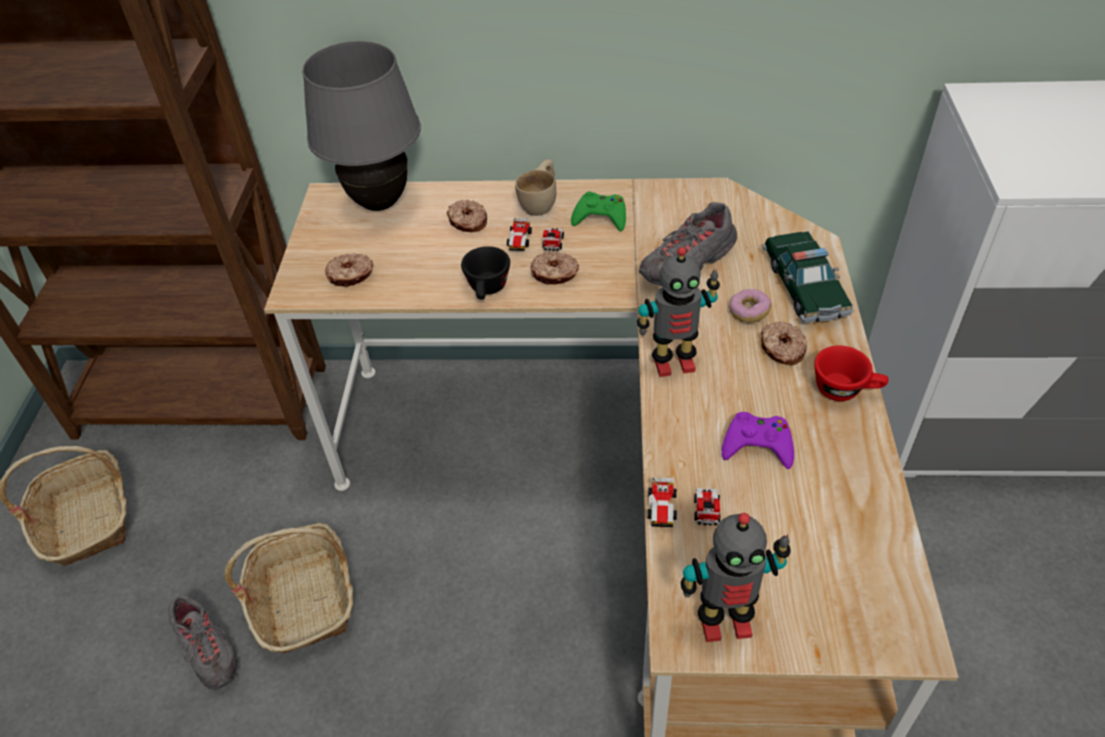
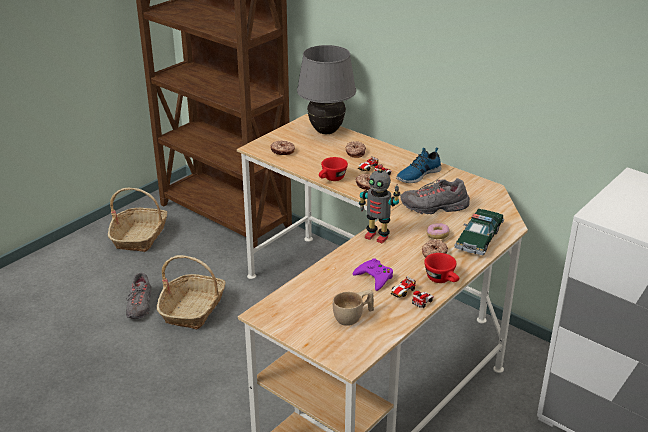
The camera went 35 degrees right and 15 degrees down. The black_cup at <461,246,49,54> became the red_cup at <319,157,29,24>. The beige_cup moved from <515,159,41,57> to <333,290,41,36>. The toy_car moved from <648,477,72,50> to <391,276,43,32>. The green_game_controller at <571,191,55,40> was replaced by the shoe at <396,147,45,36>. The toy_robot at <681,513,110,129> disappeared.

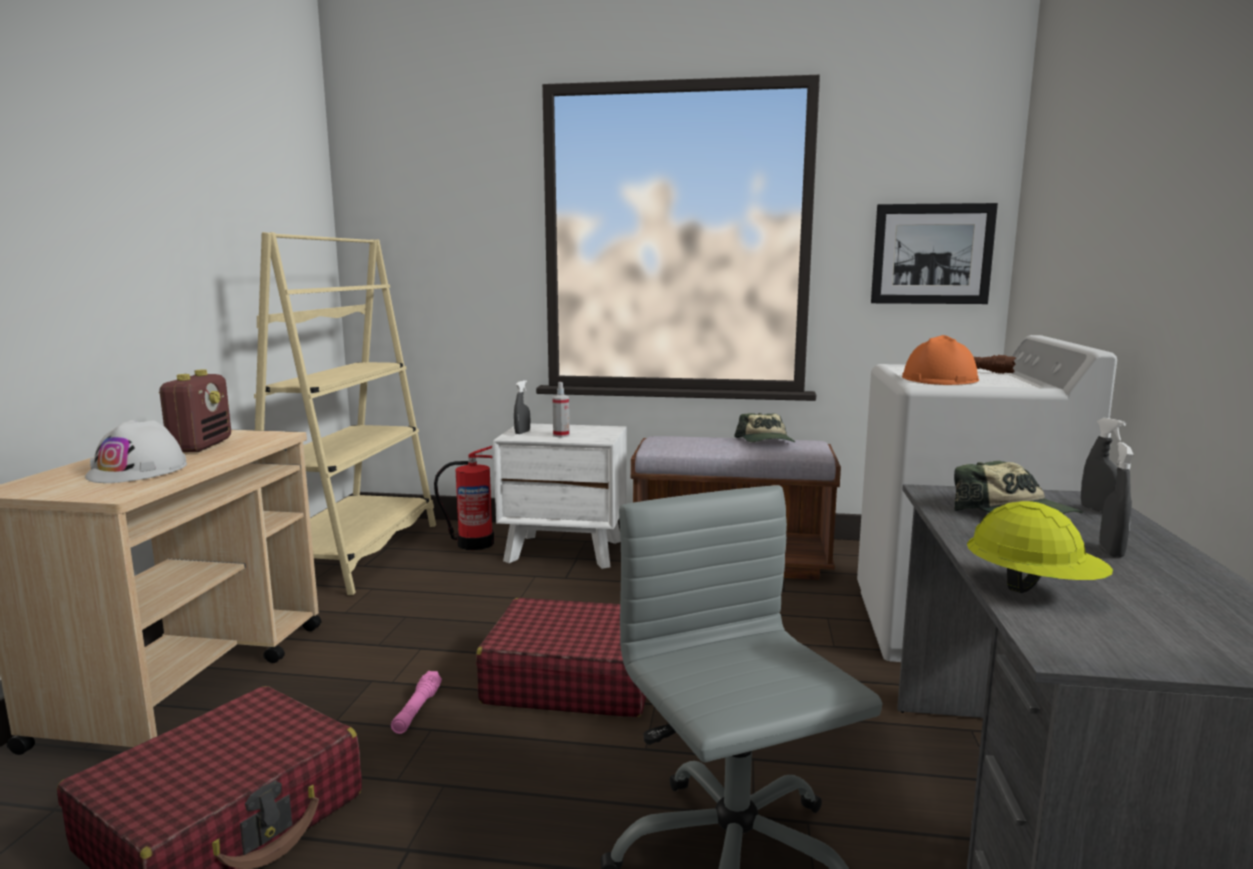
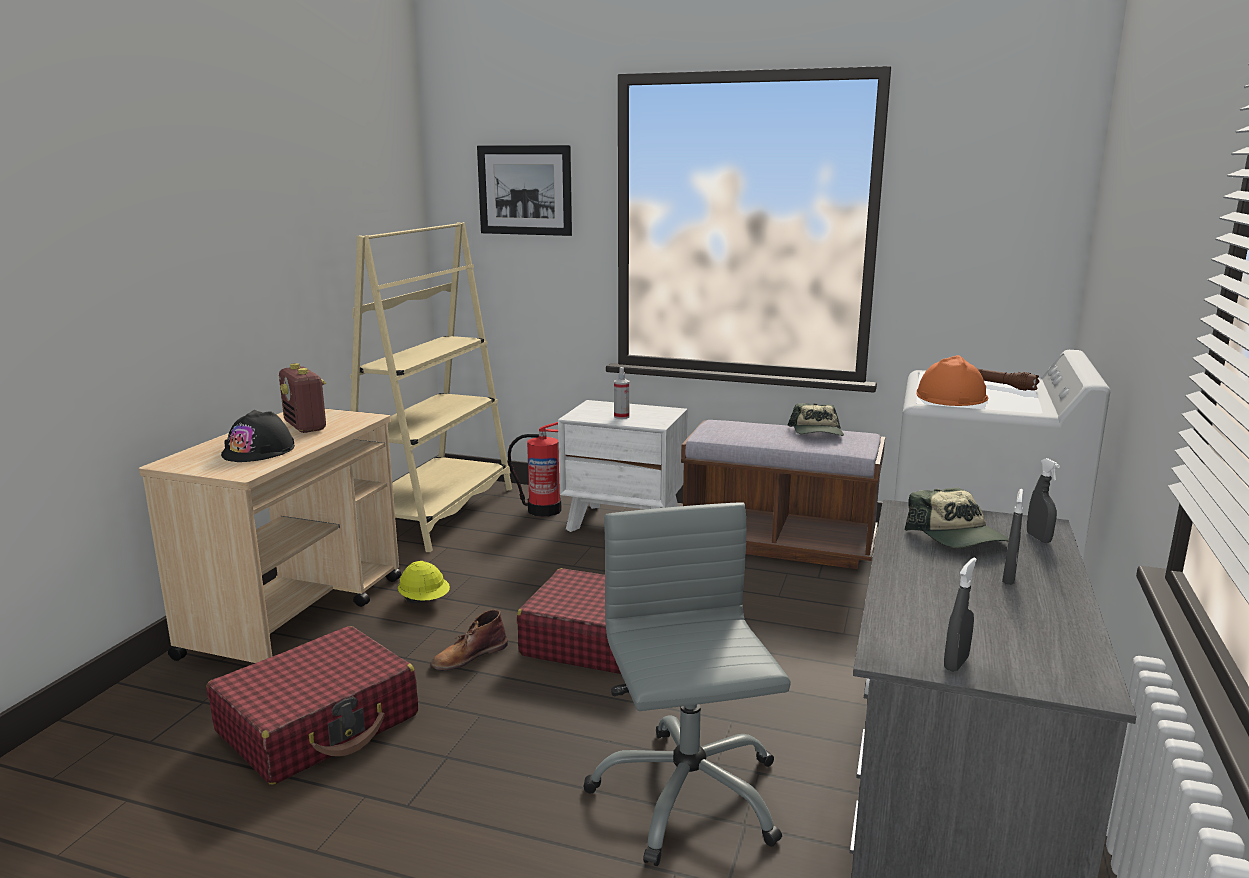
The camera went 10 degrees right and 5 degrees up. The white_hard_hat at <85,420,102,63> became the black_hard_hat at <221,410,74,52>. The radio at <159,369,72,83> turned 135 degrees clockwise. The yellow_hard_hat moved from <967,501,146,92> to <398,561,52,42>. The pink_flashlight at <391,671,51,63> was replaced by the brown_boot at <430,610,78,61>. The picture moved from <871,203,127,101> to <477,145,95,91>. The grey_spray_bottle moved from <514,380,16,54> to <944,558,33,114>.

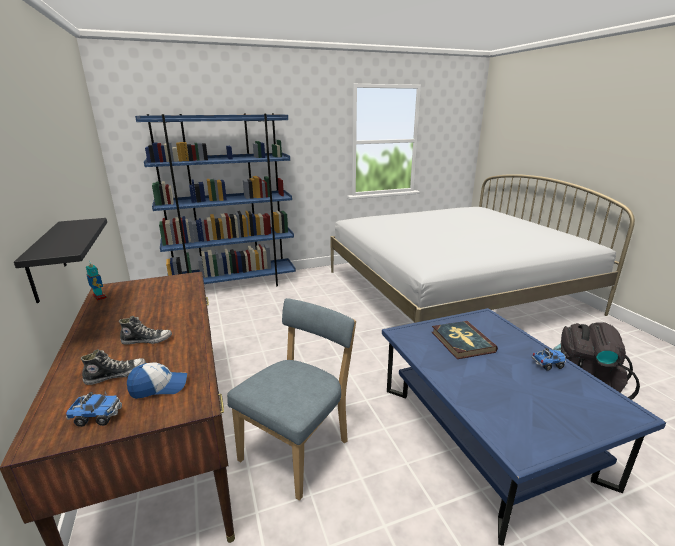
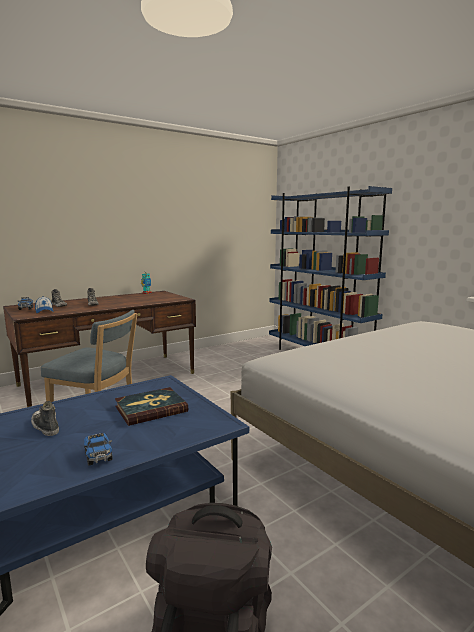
The camera went 75 degrees right and 10 degrees down. The shoe at <31,401,28,35> appeared. The black_shelf at <14,218,93,85> disappeared.

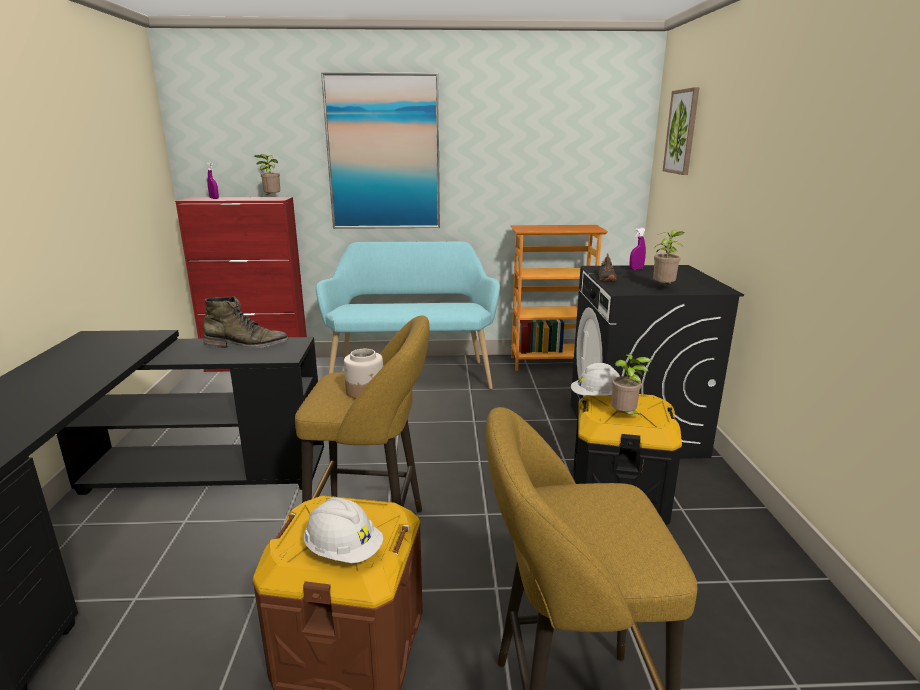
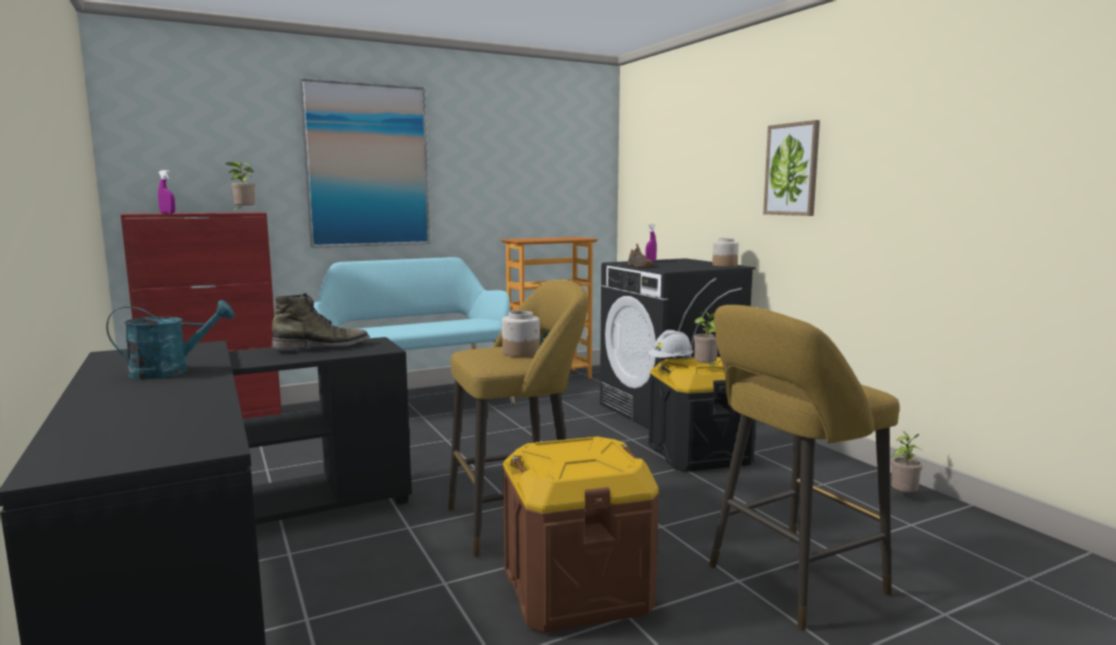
The camera went 25 degrees left and 10 degrees down. The turquoise_watering_can at <106,300,129,79> appeared. The jar at <712,238,27,29> appeared. The picture moved from <663,87,36,88> to <763,120,57,96>. The potted_plant moved from <653,230,32,55> to <891,431,32,61>. The white_hard_hat at <304,497,79,66> disappeared.

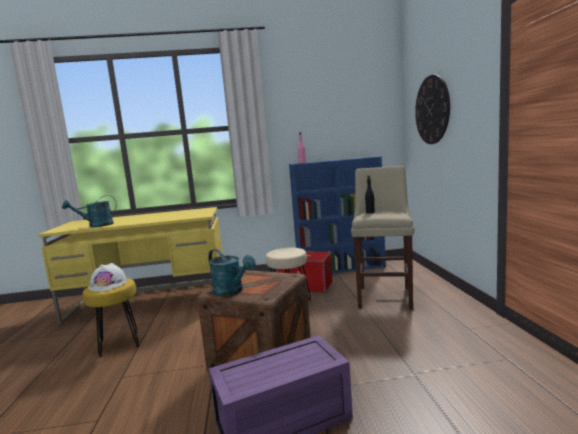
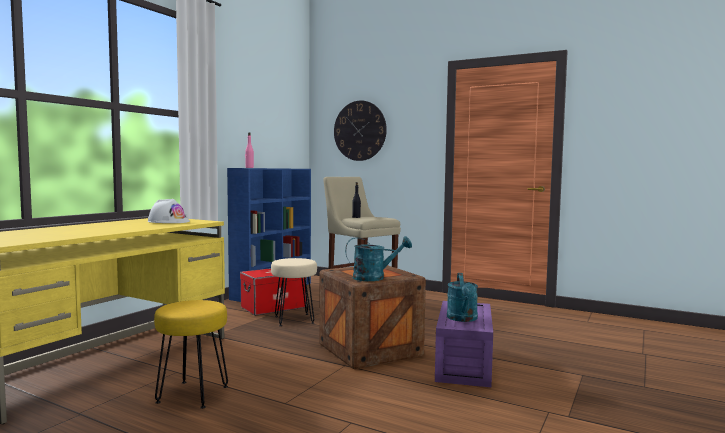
The camera went 55 degrees left and 5 degrees down. The white_hard_hat moved from <89,263,38,29> to <148,199,42,24>. The turquoise_watering_can moved from <62,195,54,32> to <447,273,31,49>.

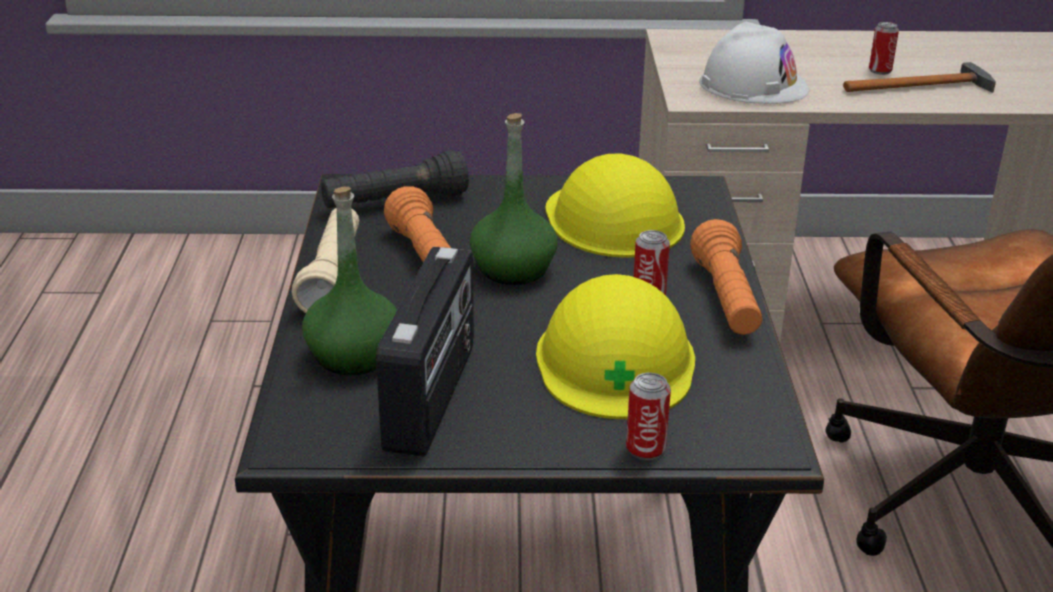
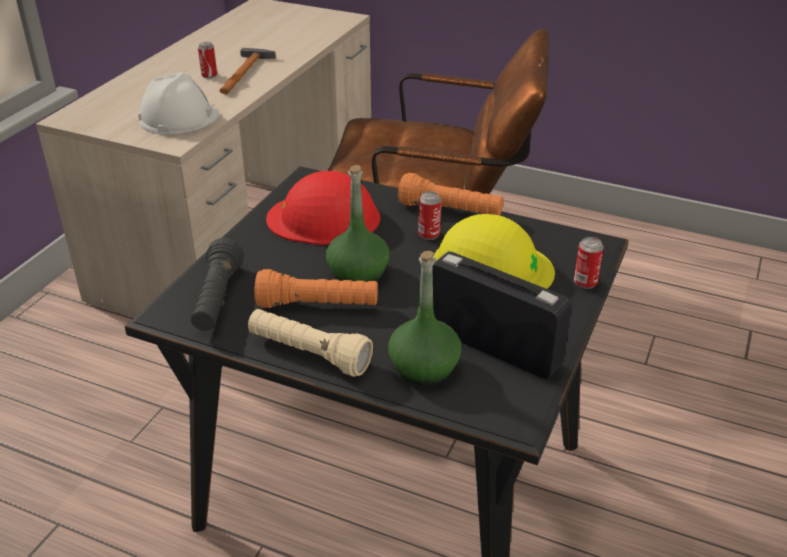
The camera went 65 degrees left and 5 degrees up. The yellow_hard_hat at <545,153,140,105> became the red_hard_hat at <266,171,114,74>.

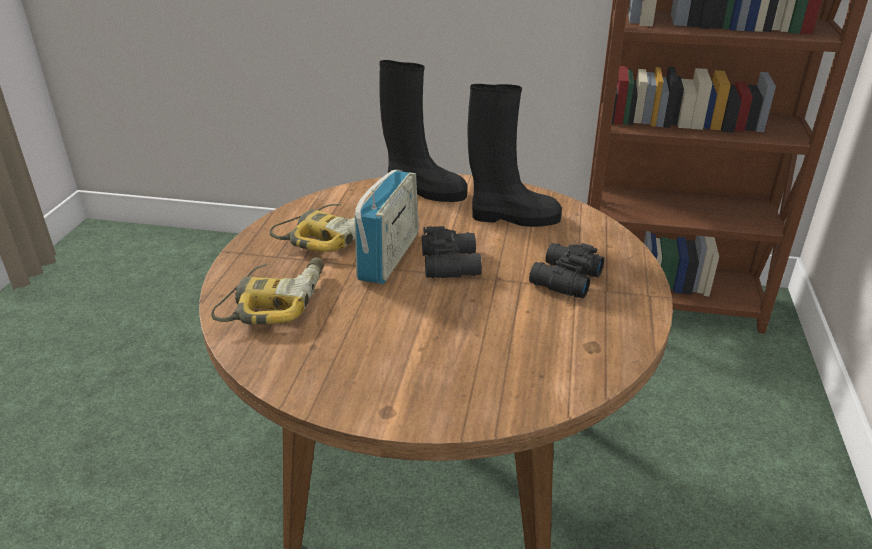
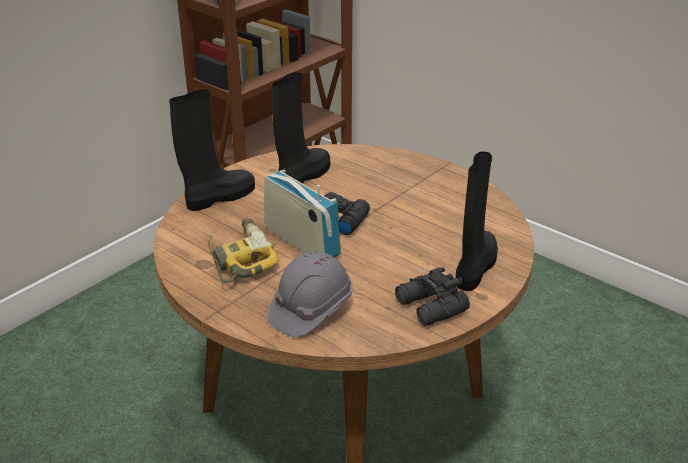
The camera went 60 degrees left and 0 degrees up. The power_drill at <211,257,113,67> was replaced by the grey_hard_hat at <268,251,85,86>. The black_binoculars moved from <529,243,75,55> to <395,267,75,59>. The black_boot at <456,152,42,139> appeared.

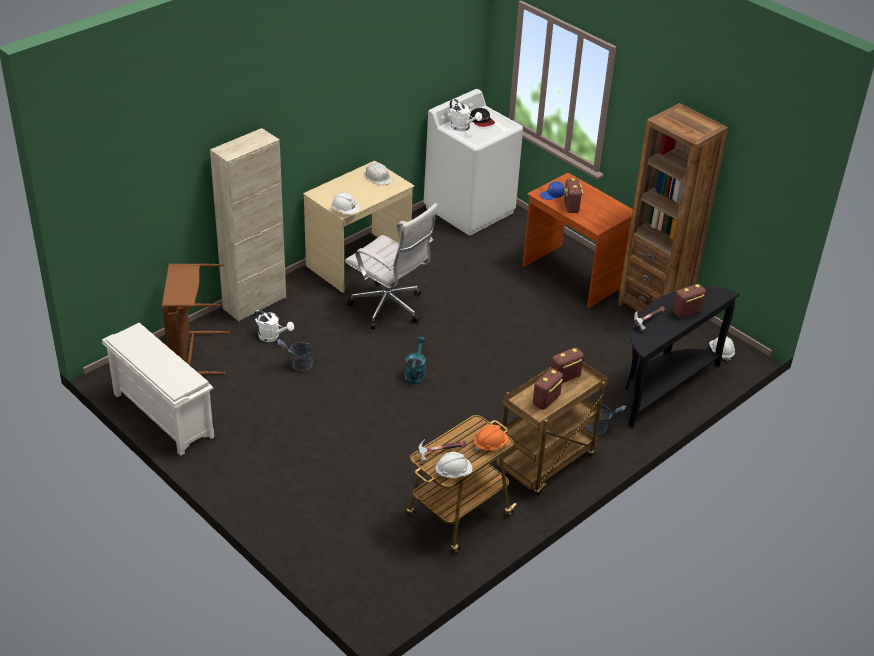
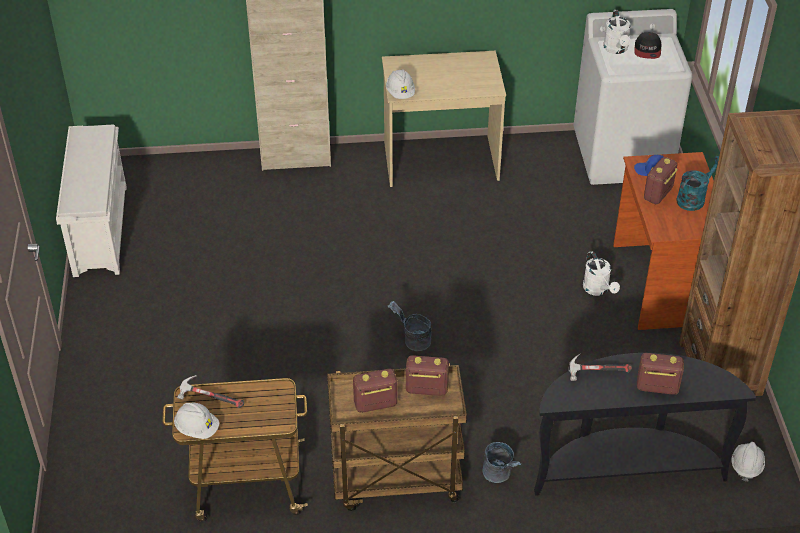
The camera went 40 degrees right and 5 degrees up. The grey_bucket moved from <277,339,36,32> to <387,301,44,50>. The white_watering_can moved from <254,309,40,33> to <583,251,37,45>. The turquoise_watering_can moved from <404,337,22,47> to <676,156,43,55>. The brown_laundry_basket at <162,263,68,112> disappeared. The white_office_chair at <345,203,93,126> disappeared. The white_hard_hat at <365,162,28,24> disappeared. The orange_hard_hat at <474,425,35,27> disappeared.

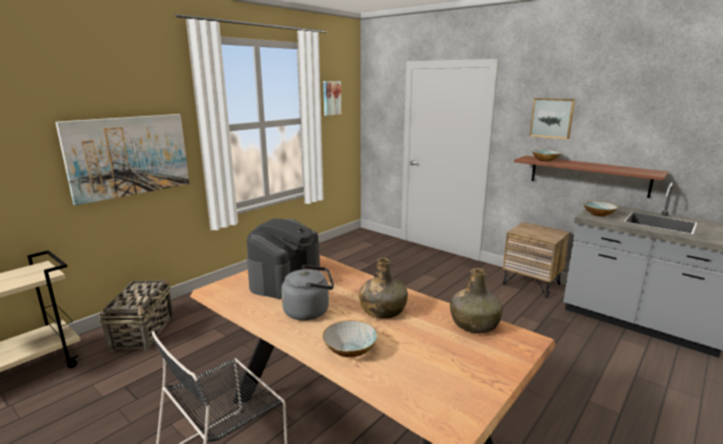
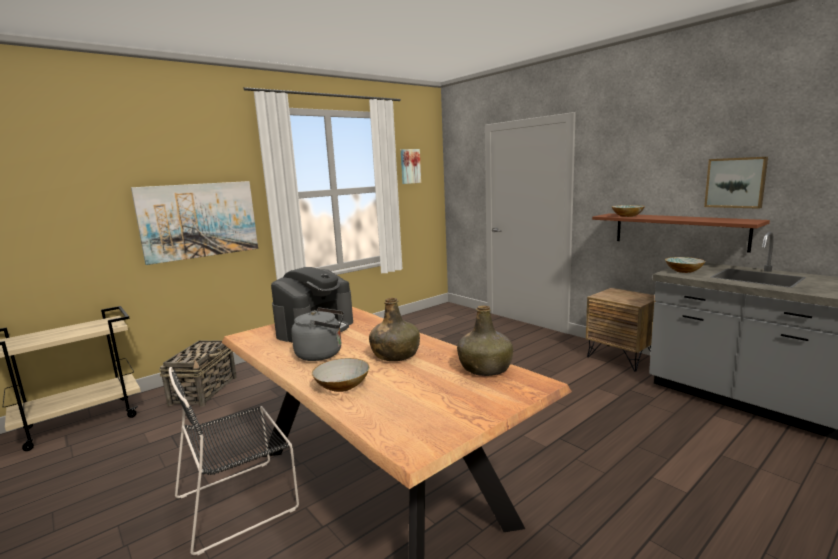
The camera went 10 degrees right and 5 degrees down. The picture moved from <530,98,45,41> to <704,157,64,52>.

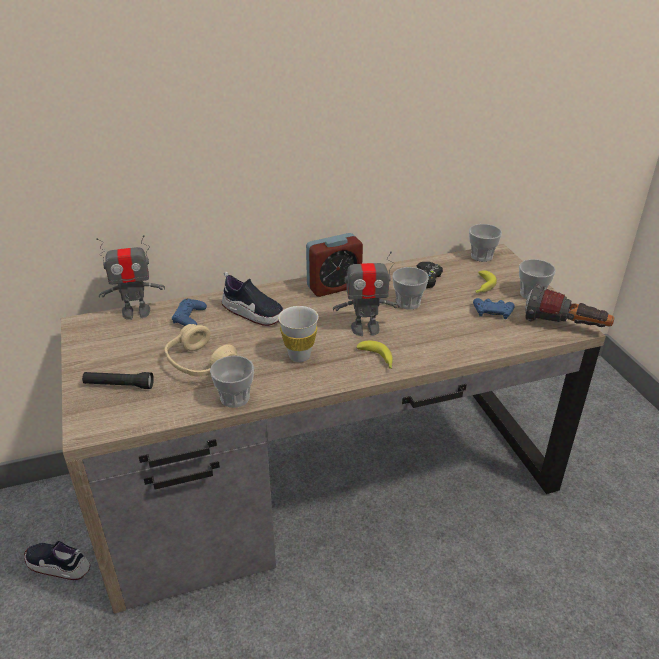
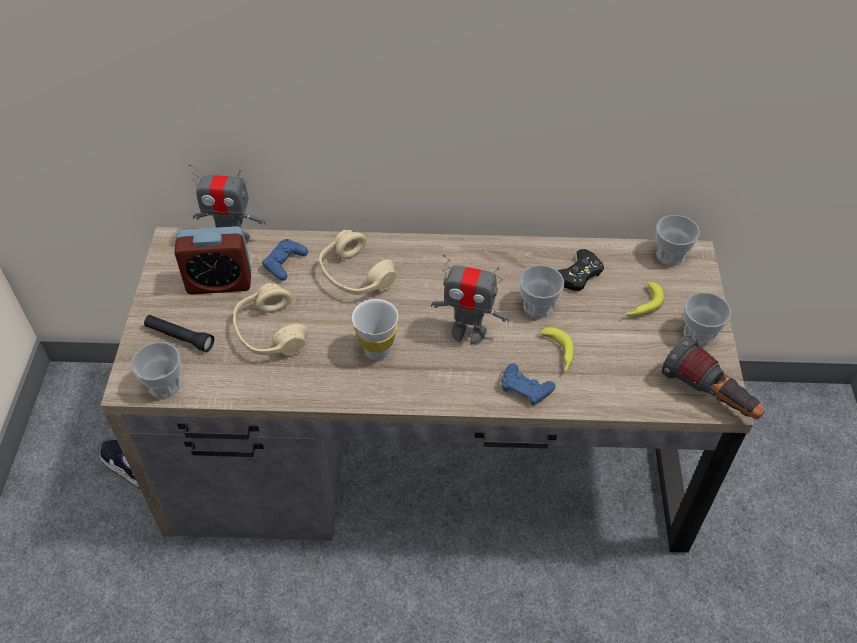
The camera went 20 degrees right and 15 degrees up. The cup moved from <210,355,44,53> to <131,342,50,56>. The alarm_clock moved from <306,233,57,64> to <174,226,77,69>. The shoe at <222,272,62,54> was replaced by the beige_headphones at <319,230,77,65>. The blue_game_controller moved from <473,298,42,21> to <501,363,54,42>. The banana moved from <356,341,37,28> to <540,327,34,46>.

